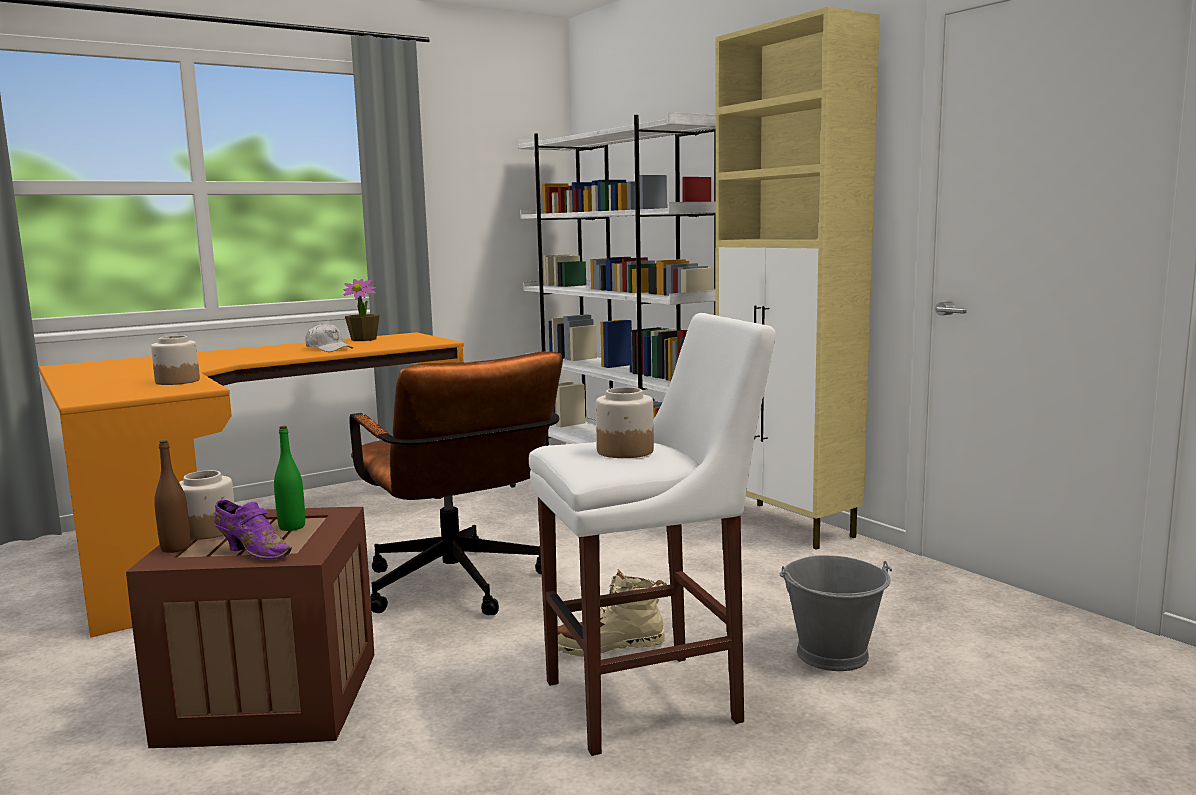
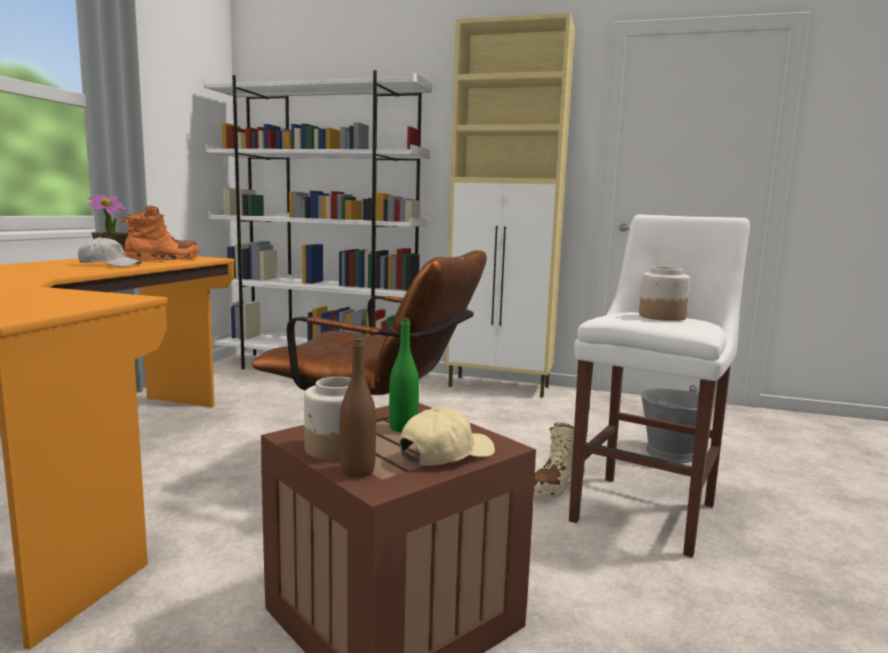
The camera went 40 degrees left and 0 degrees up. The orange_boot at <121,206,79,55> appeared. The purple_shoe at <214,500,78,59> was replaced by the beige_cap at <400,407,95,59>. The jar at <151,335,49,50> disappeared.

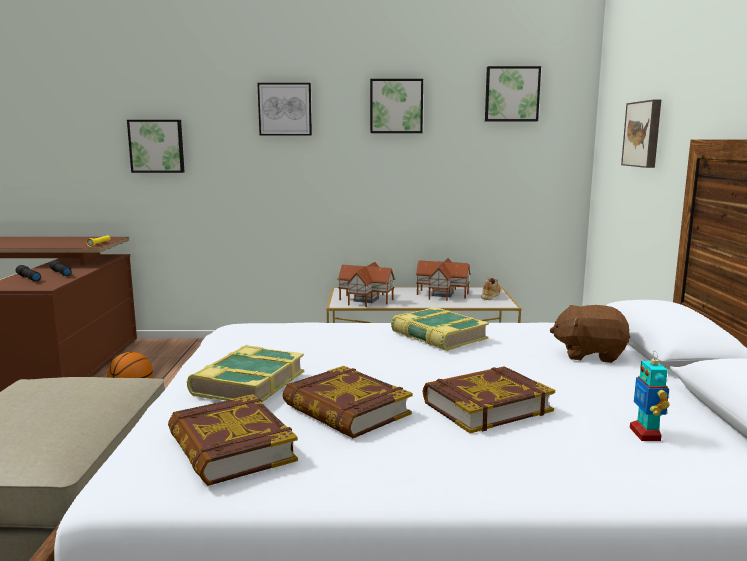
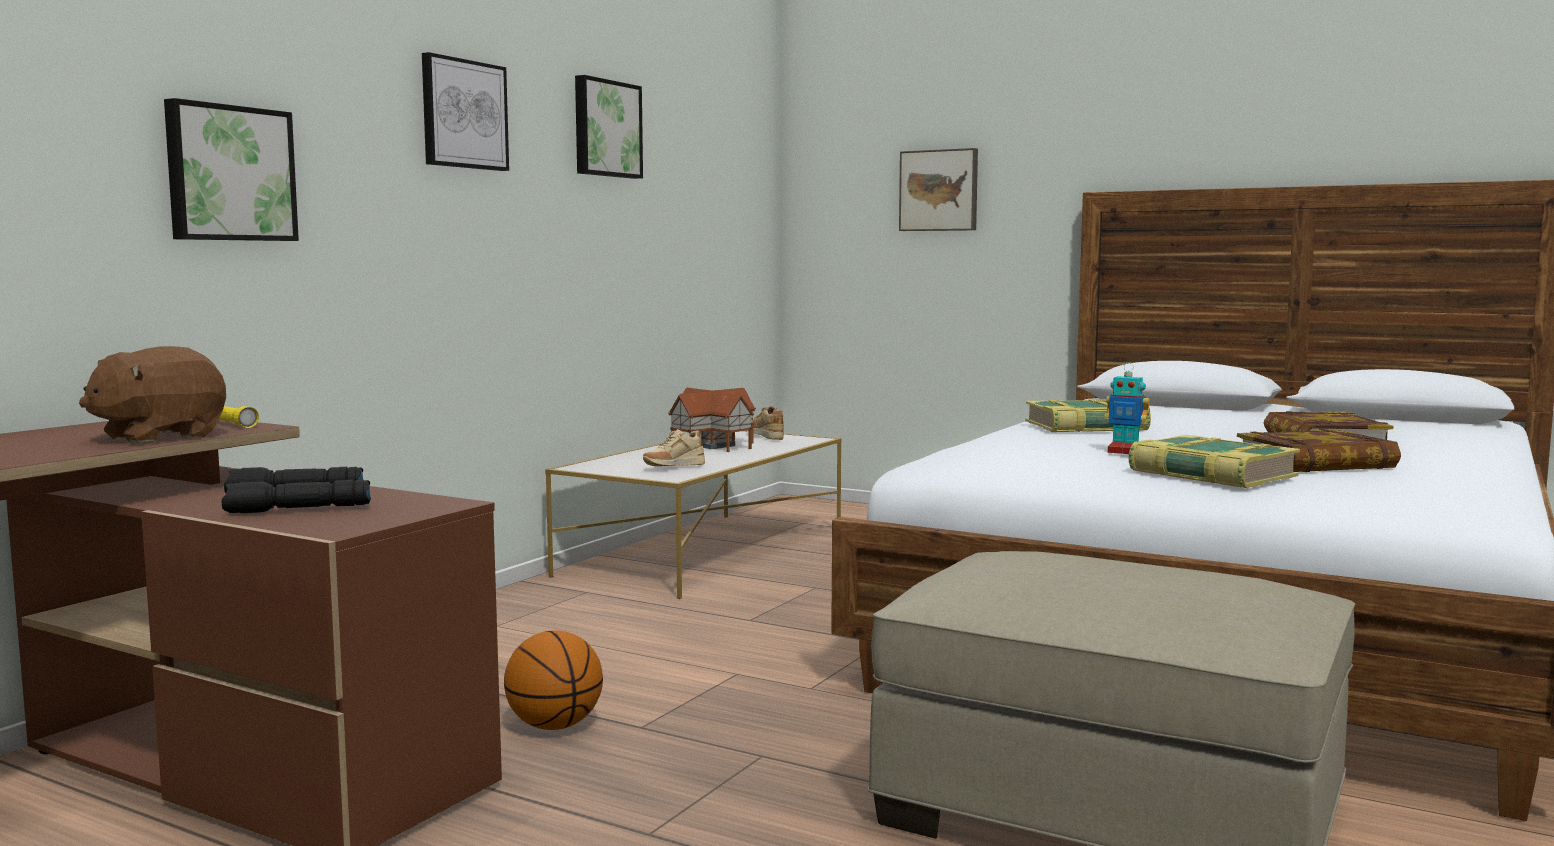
The camera went 60 degrees left and 5 degrees down. The brown_plush_toy moved from <550,305,80,58> to <79,346,147,98>. The toy_house at <337,262,58,45> was replaced by the beige_shoe at <643,429,62,37>. The toy_robot moved from <630,352,40,89> to <1104,362,46,92>. The book at <168,394,130,92> disappeared. The picture at <485,66,56,55> disappeared.

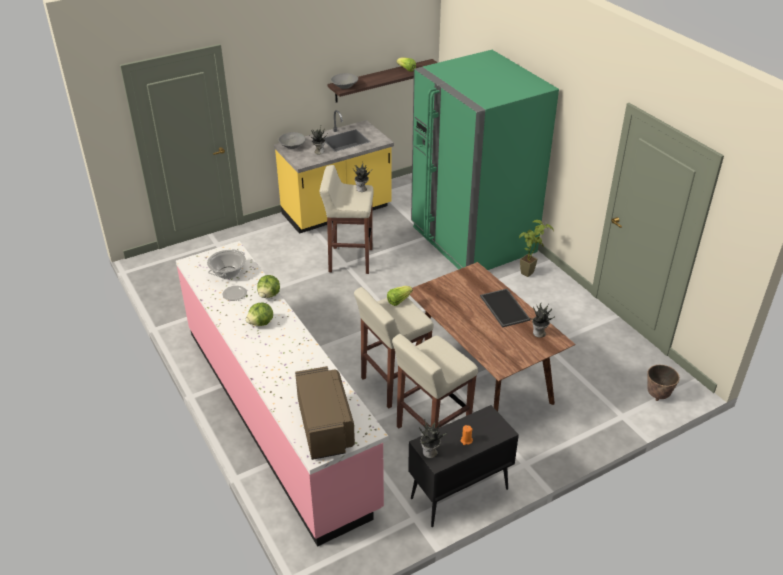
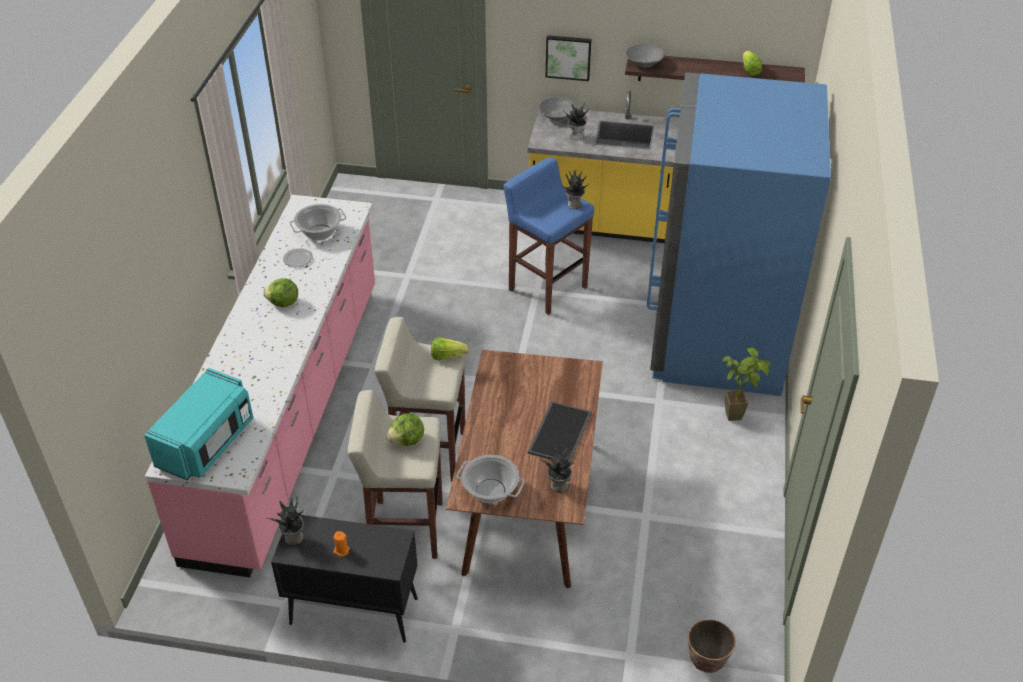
The camera went 40 degrees right and 5 degrees up. The brown_microwave at <295,366,60,94> became the turquoise_microwave at <144,368,109,112>. The lettuce moved from <257,275,23,23> to <386,413,38,33>. The cooking_pot at <456,455,69,48> appeared. The beige_stool at <320,165,54,109> became the blue_stool at <503,157,91,158>. The picture at <546,35,46,46> appeared. The green_fridge at <411,50,148,220> became the blue_fridge at <647,72,184,324>.

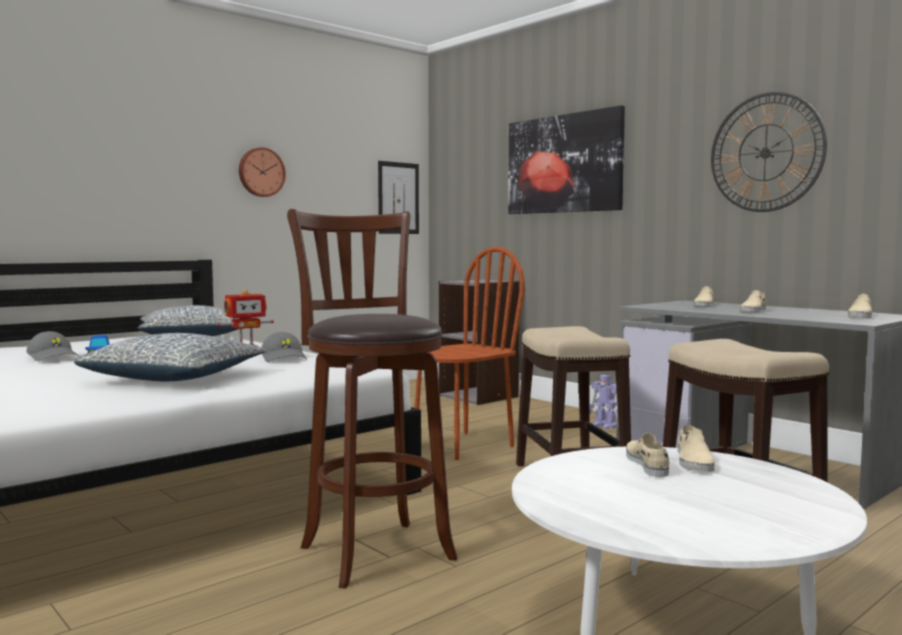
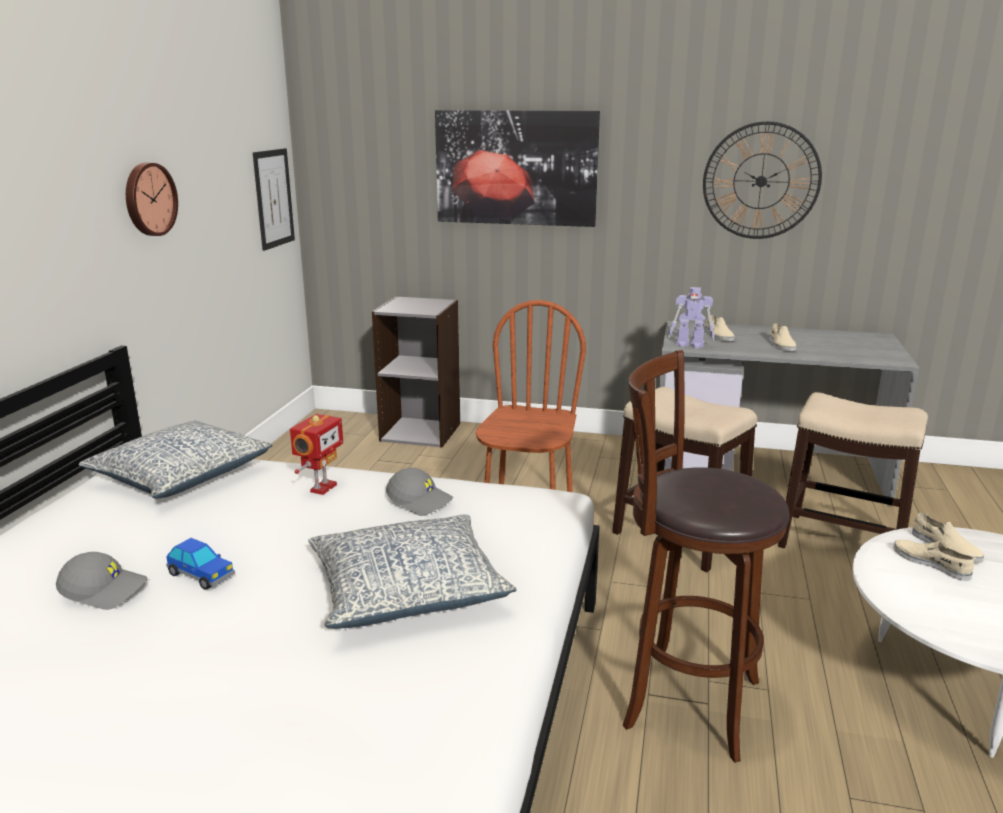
The camera went 35 degrees left and 15 degrees up. The toy_robot moved from <589,375,28,54> to <668,287,47,62>. The beige_shoe at <848,294,24,24> disappeared.

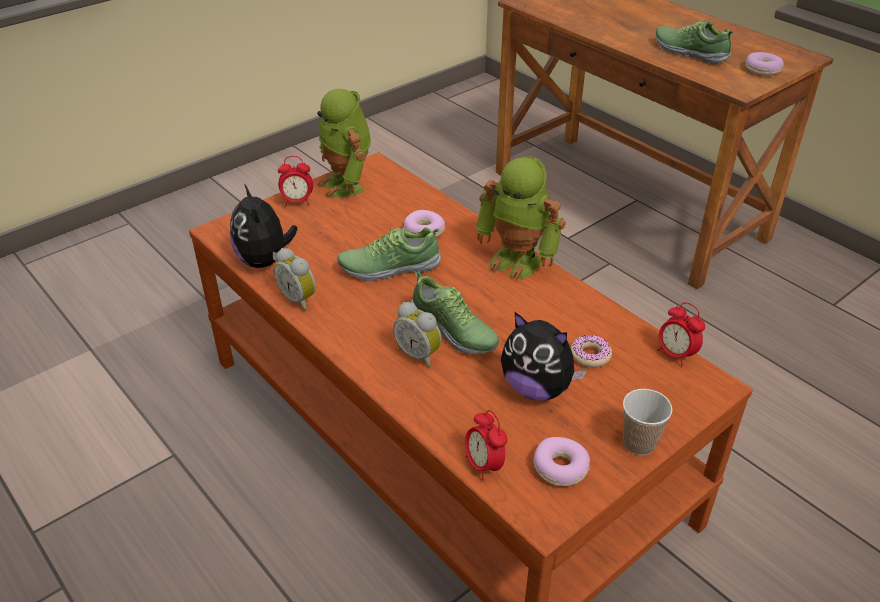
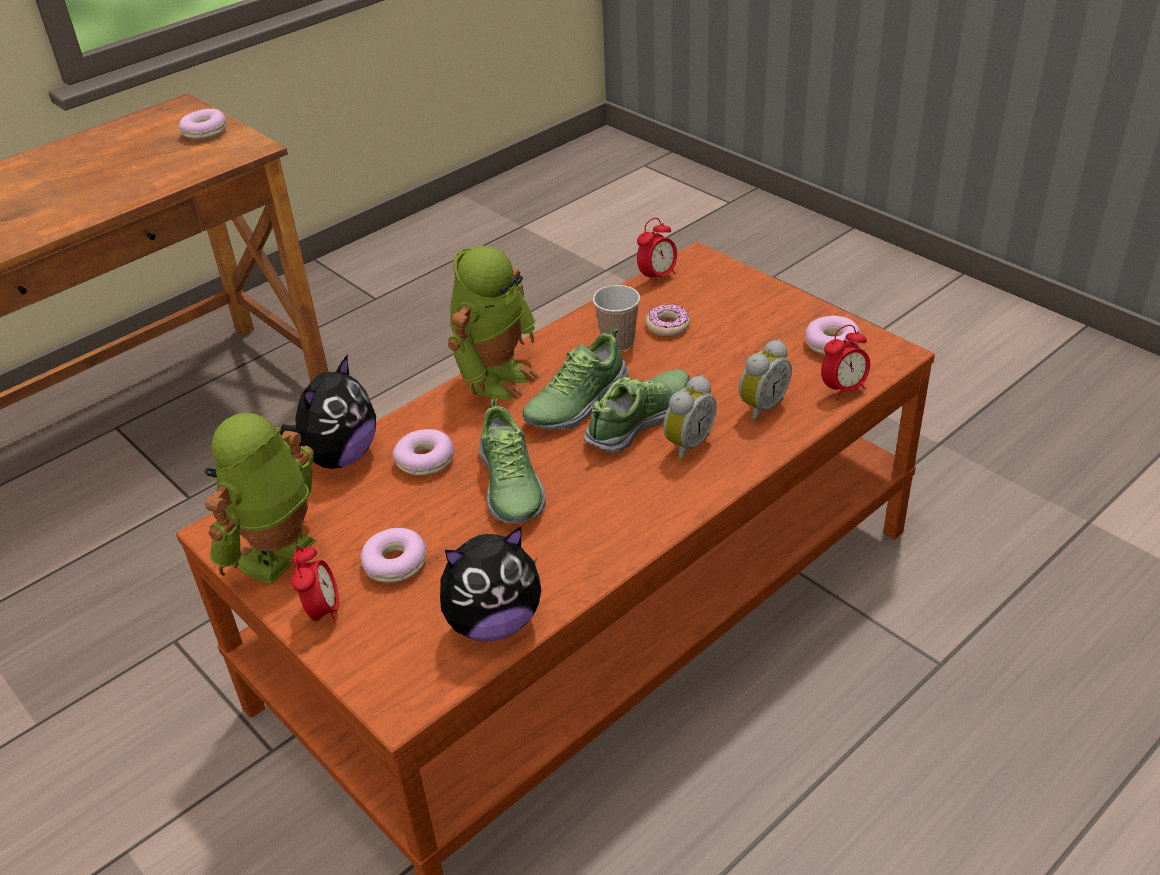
The camera went 90 degrees left and 0 degrees up. The toy_robot at <317,89,54,110> turned 150 degrees clockwise. The plush_toy moved from <501,312,86,89> to <280,355,96,114>. The donut at <360,528,67,55> appeared. The shoe moved from <656,19,78,46> to <522,329,106,101>. The cup moved from <623,389,50,66> to <593,285,47,66>. The alarm_clock moved from <274,248,42,63> to <739,340,53,82>.

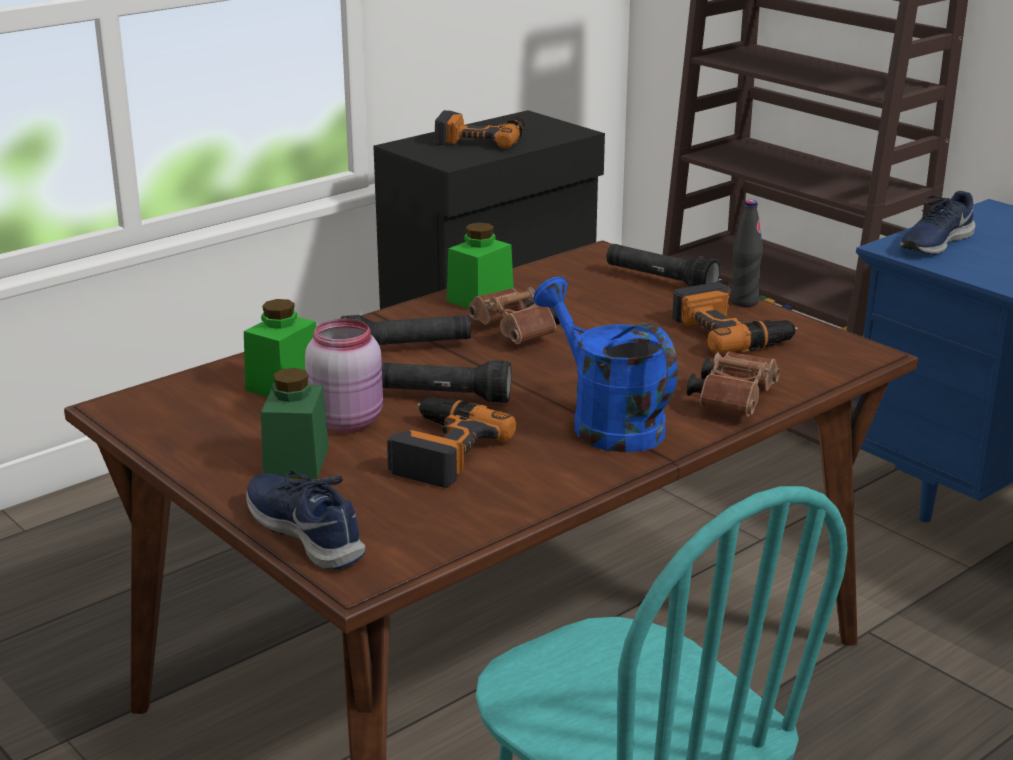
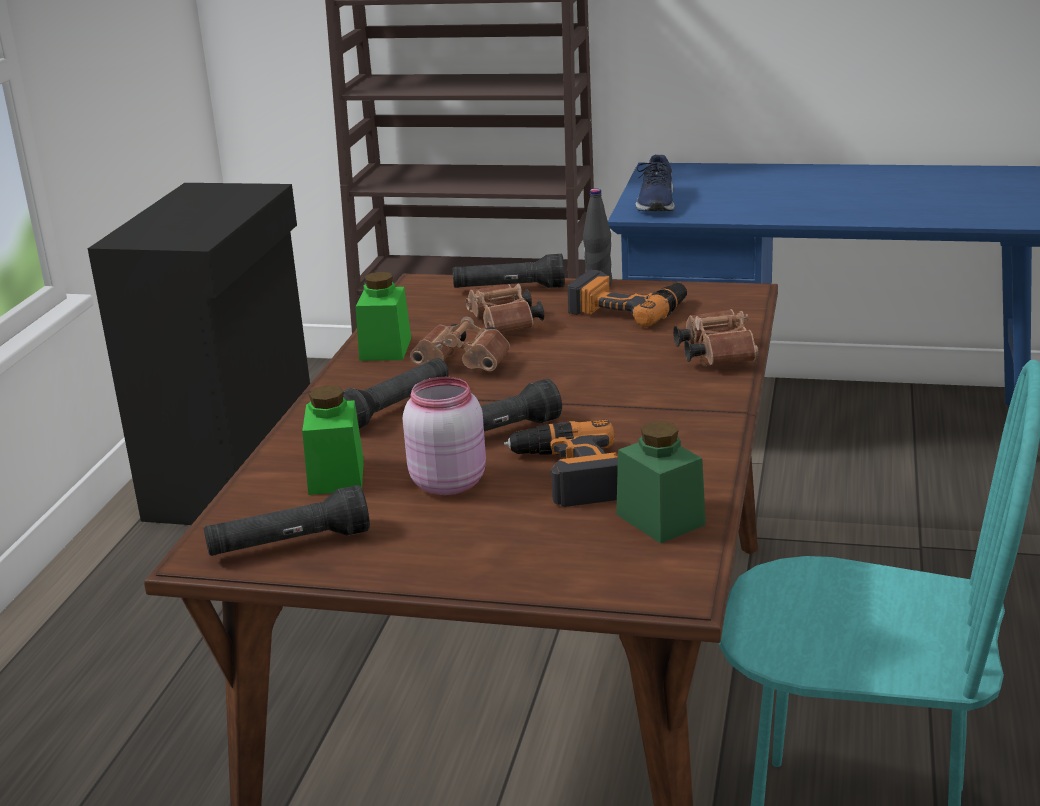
The camera went 35 degrees left and 0 degrees up. The black_flashlight at <204,485,166,71> appeared. The brown_binoculars at <466,283,78,51> appeared. The green_jar moved from <261,368,68,111> to <616,421,90,123>. The blue_shoe at <246,471,119,99> disappeared. The power_drill at <435,110,90,39> disappeared. The blue_watering_can at <533,277,145,176> disappeared.

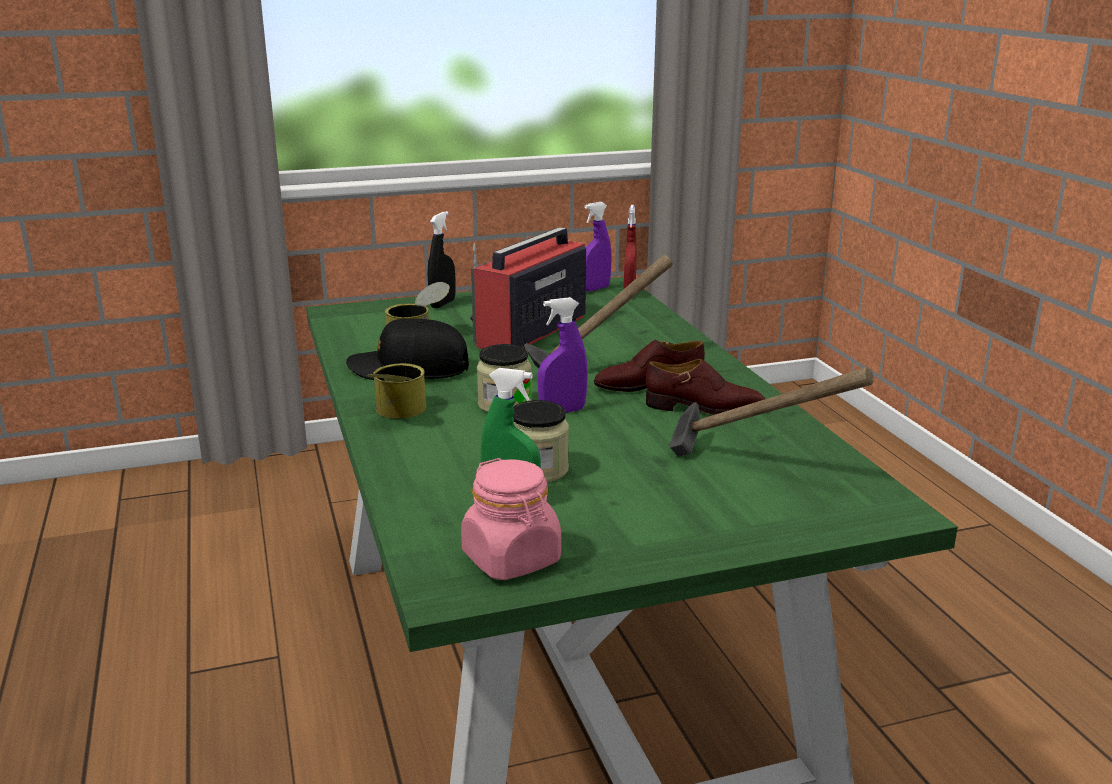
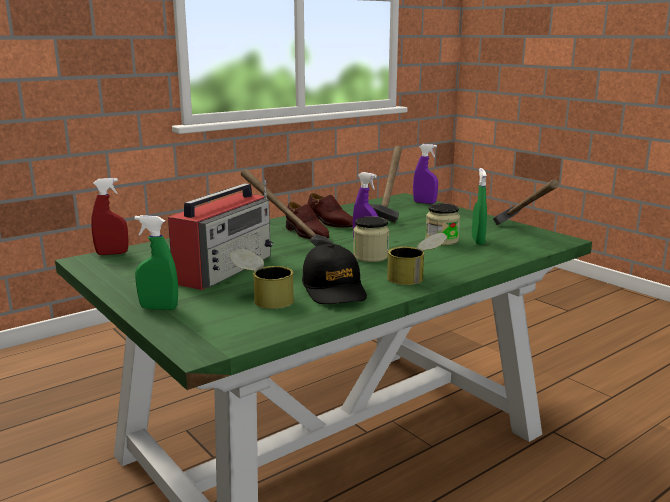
The camera went 110 degrees left and 5 degrees down. The black_spray_bottle at <427,211,28,97> became the green_spray_bottle at <135,215,43,95>. The radio at <470,227,116,122> turned 75 degrees counterclockwise. The brown_shoe at <646,359,119,56> turned 150 degrees clockwise. The purple_spray_bottle moved from <585,202,27,90> to <413,144,25,60>. The pink_jar at <461,458,100,122> was replaced by the hammer at <493,179,66,46>.

